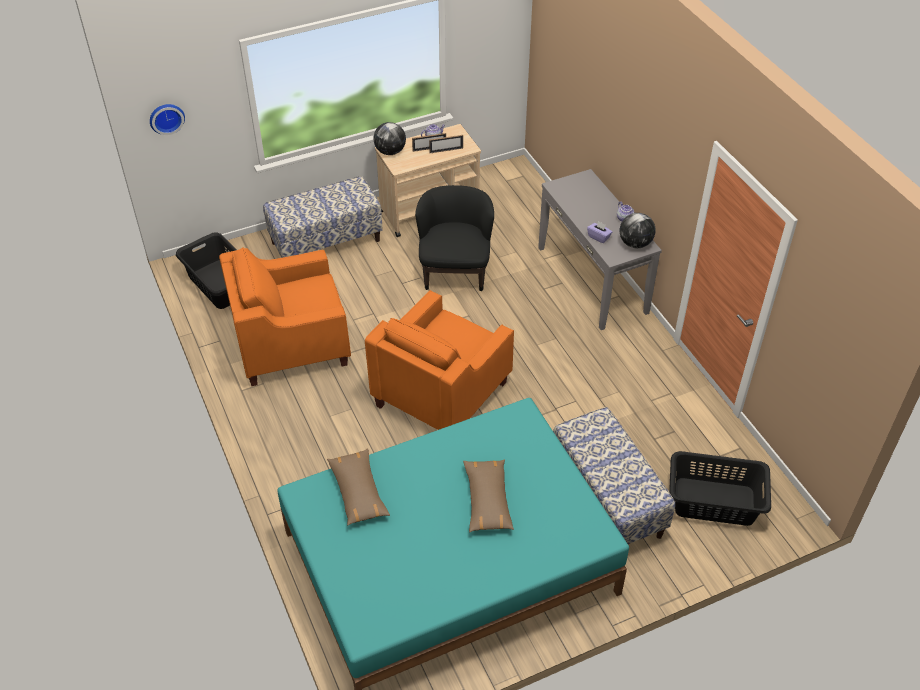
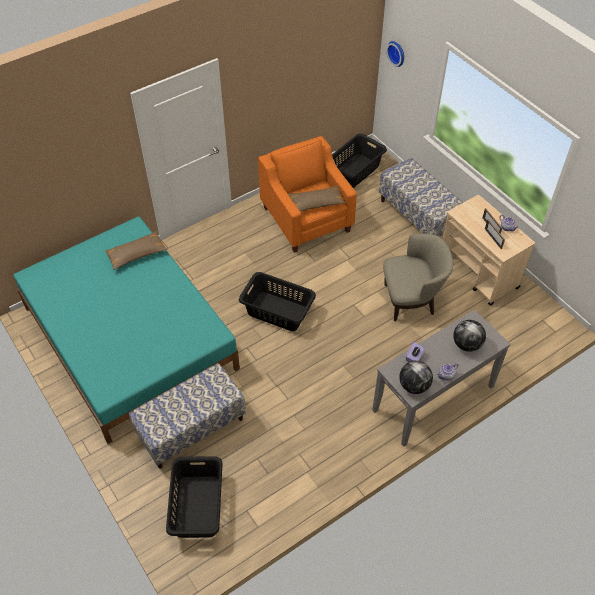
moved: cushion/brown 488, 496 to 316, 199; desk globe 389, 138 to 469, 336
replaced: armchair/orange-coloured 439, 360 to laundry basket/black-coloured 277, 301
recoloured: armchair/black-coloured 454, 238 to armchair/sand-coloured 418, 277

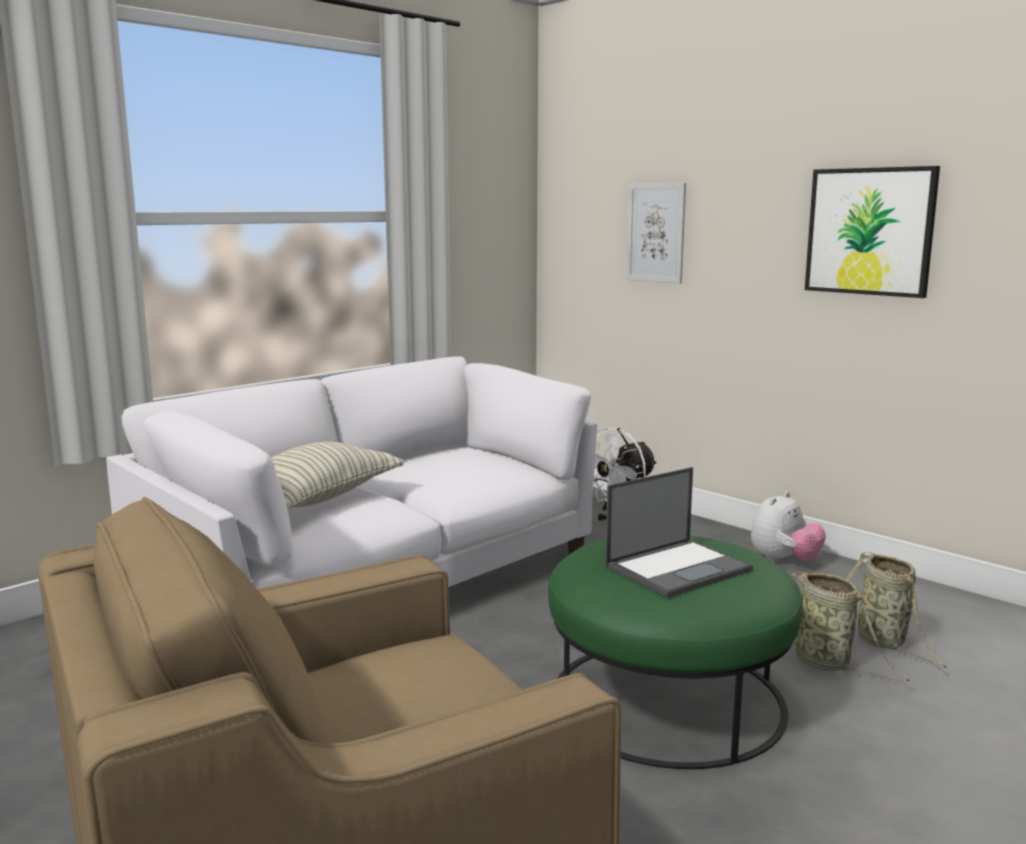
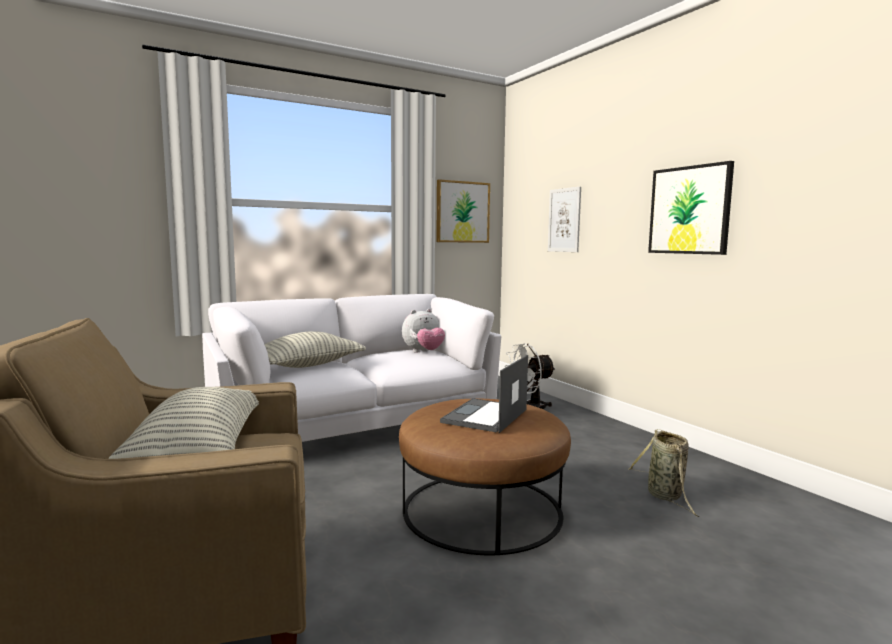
removed: basket 850, 626
added: cushion 183, 423; wall picture 463, 211
moved: soft toy 788, 527 to 423, 331
recoloured: footrest/green-coloured 675, 652 to footrest/brown 485, 477
turned: notebook computer 679, 532 = 484, 394 135 degrees clockwise

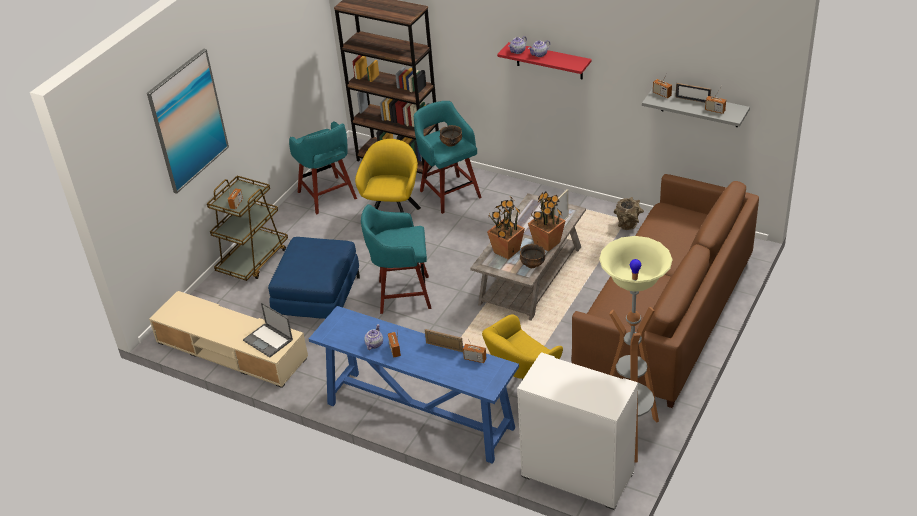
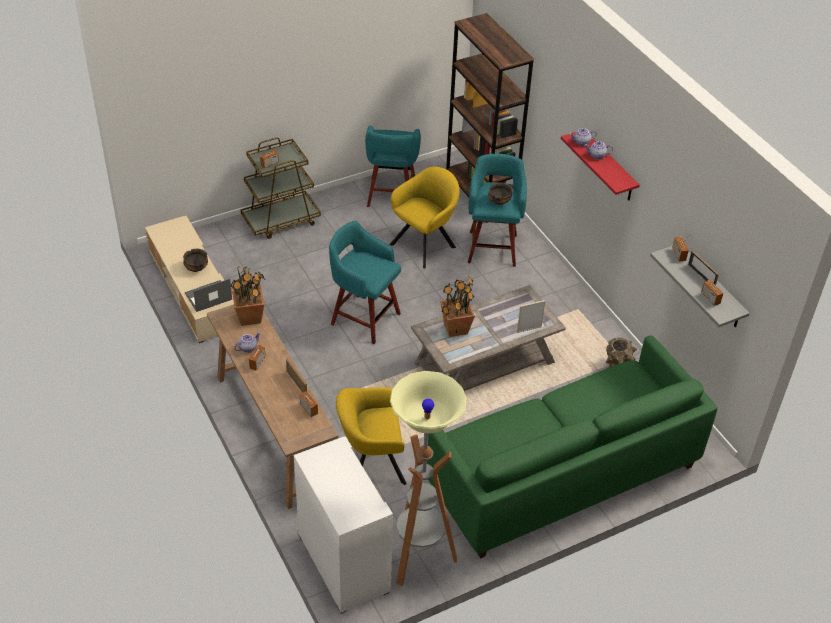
removed: wall picture 188, 121; footrest/blue 314, 278
moved: deep dish 532, 256 to 195, 260; houseplant 547, 221 to 247, 295
recoloured: narrow table/blue 414, 385 to narrow table/brown 272, 406; settee/brown 665, 291 to settee/green-coloured 572, 447
turned: notebook computer 268, 329 = 208, 295 75 degrees clockwise

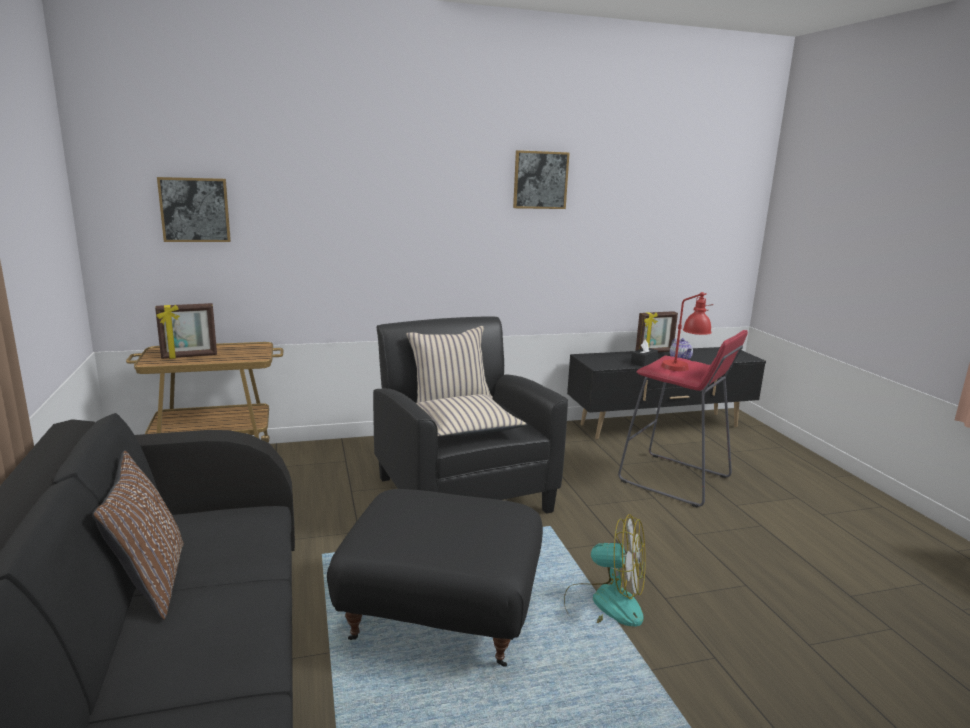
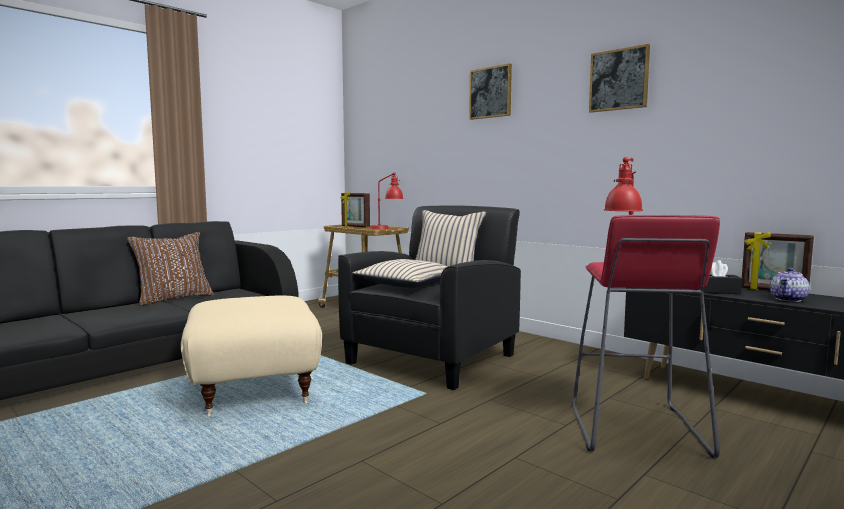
removed: cooling fan 605, 570
added: tabletop lamp/reddish 387, 200
moved: wall picture 194, 209 to 490, 91
recoloured: footrest/black-coloured 435, 578 to footrest/sand-coloured 251, 356

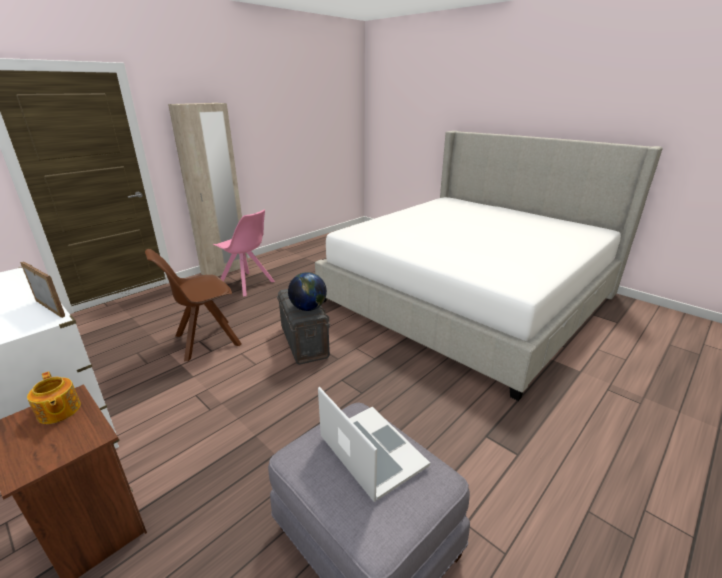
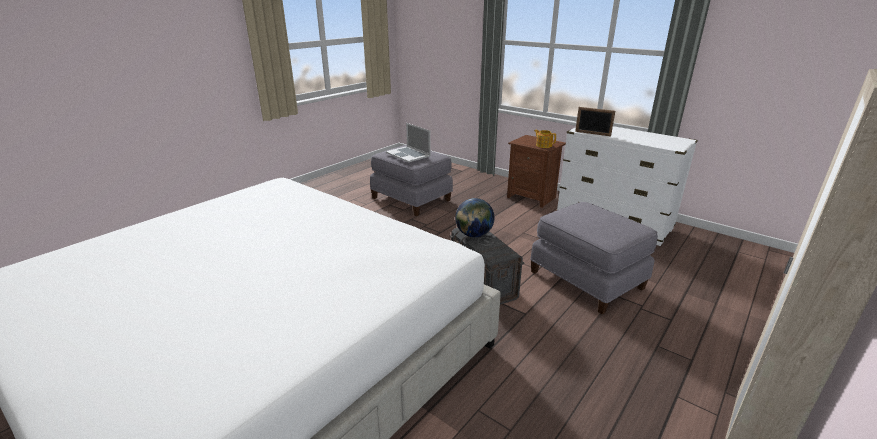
removed: upright chair/pink-coloured 244, 253
replaced: upright chair/brown 193, 305 to footrest/grey 594, 258

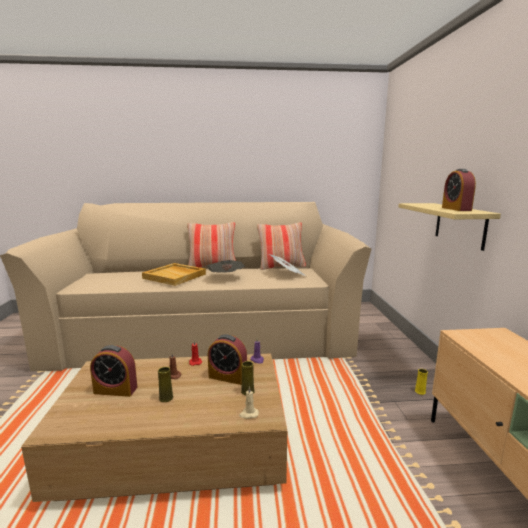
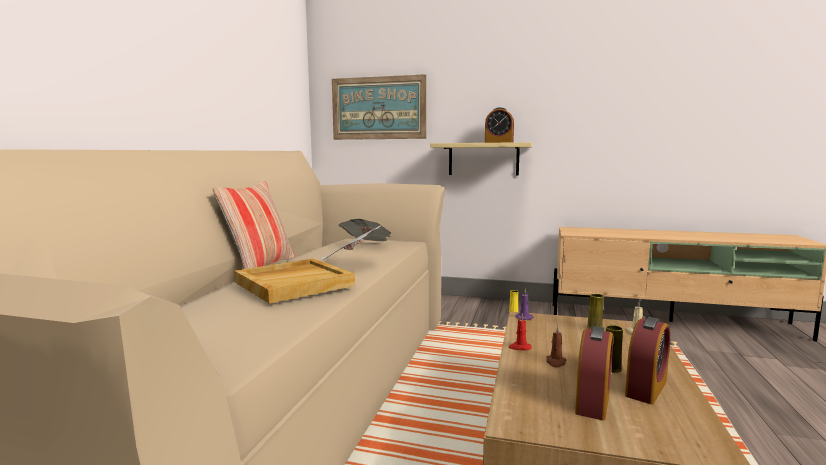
removed: cushion 281, 246
added: wall picture 379, 107
moved: alarm clock 227, 359 to 647, 361

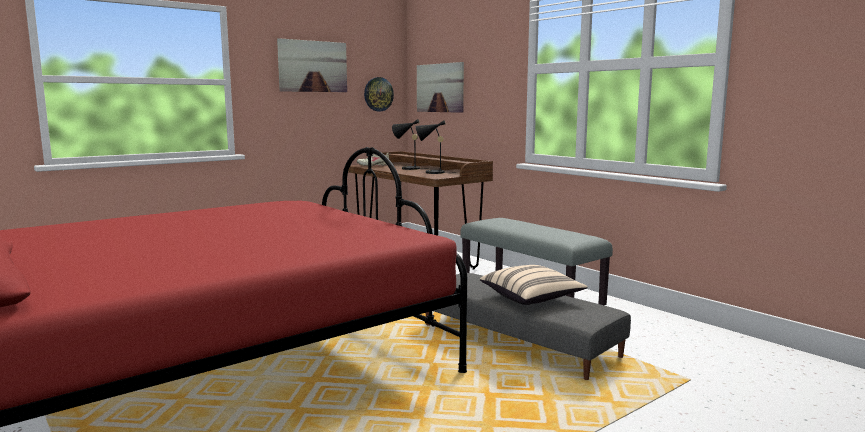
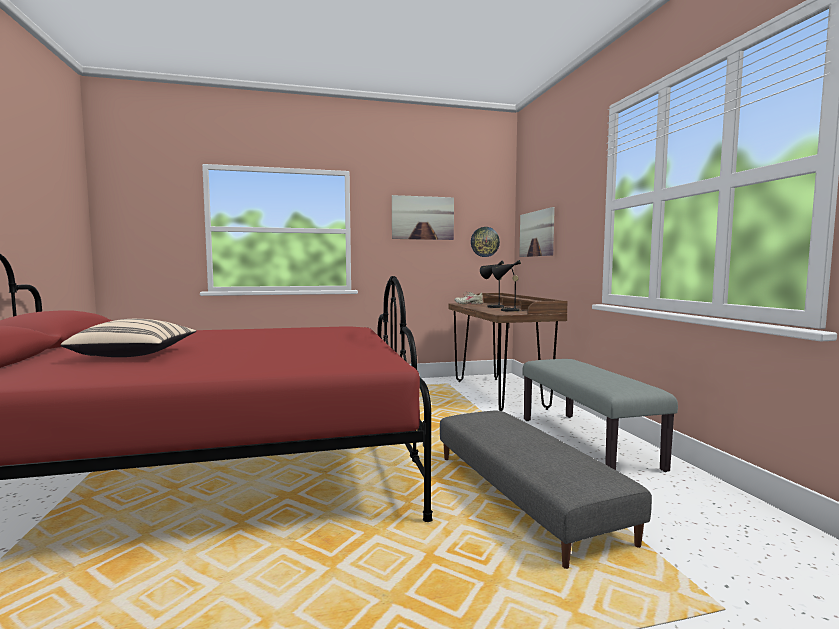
moved: cushion/sand-coloured 534, 285 to 128, 338

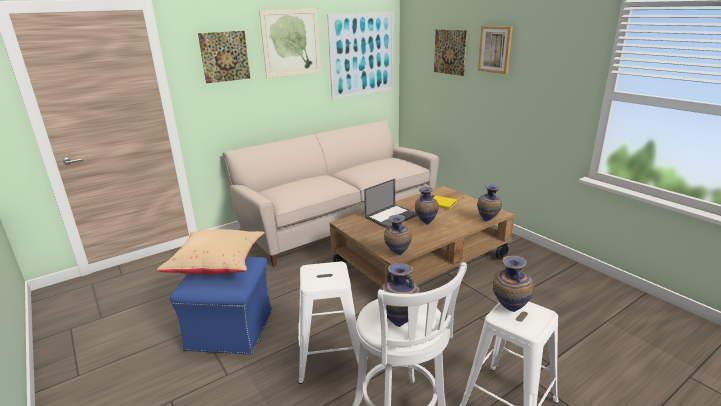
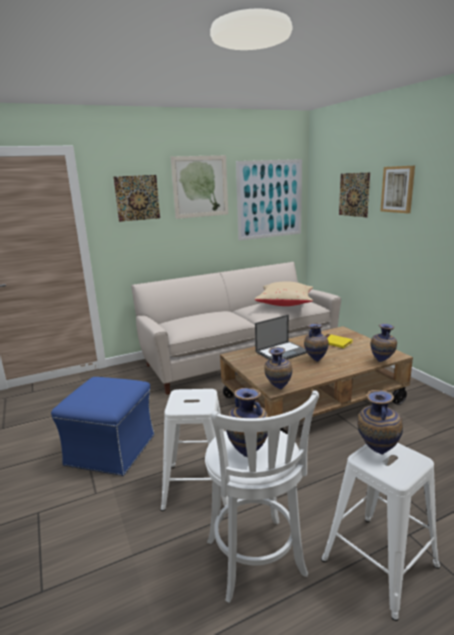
moved: cushion/sand-coloured 211, 252 to 283, 293

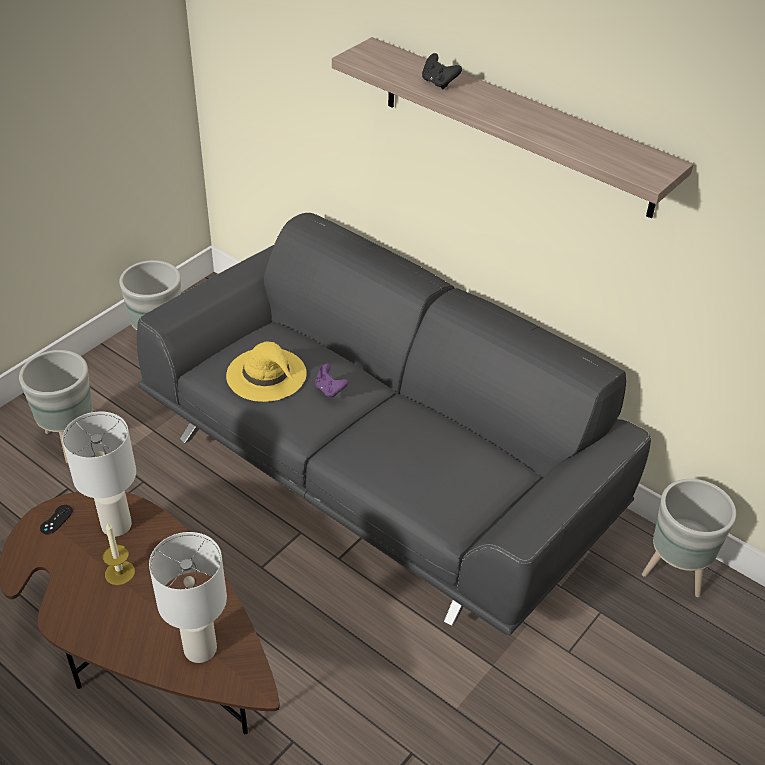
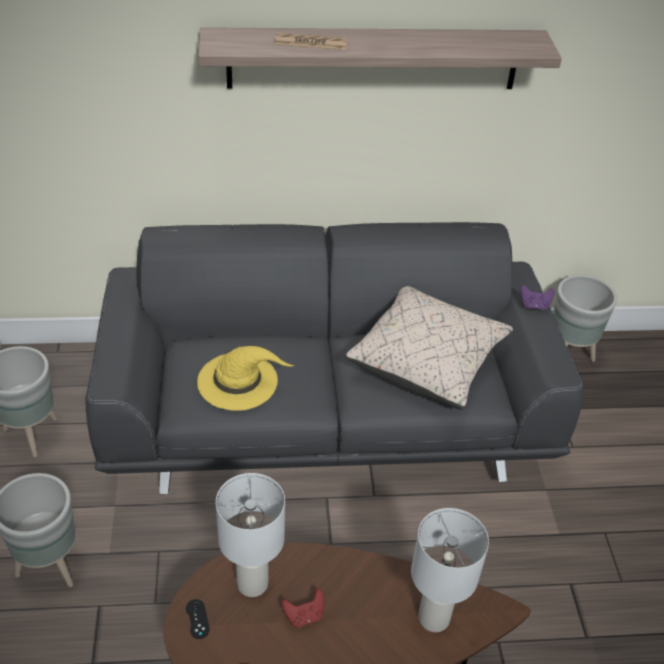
added: cushion/sand-coloured 429, 348
moved: joypad/purple-coloured 332, 380 to 537, 297
replaced: joypad/black-coloured 442, 71 to daily paper 311, 41; candle 119, 554 to joypad/reddish 303, 608

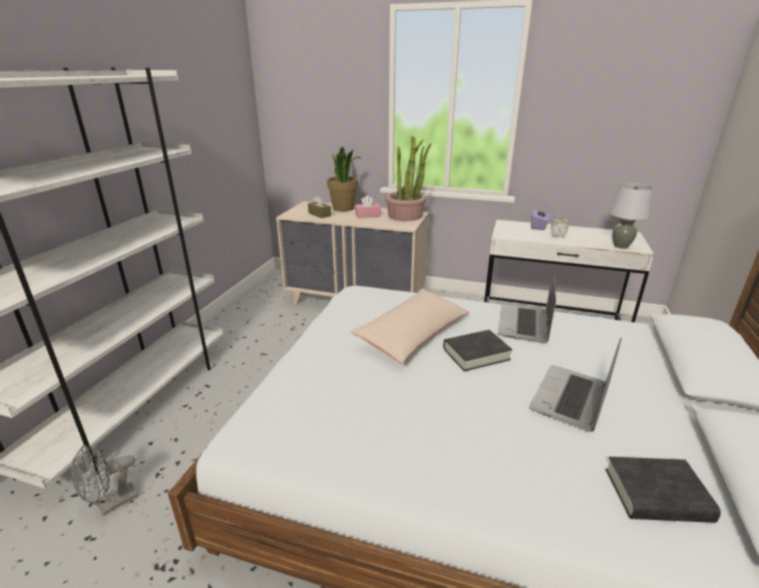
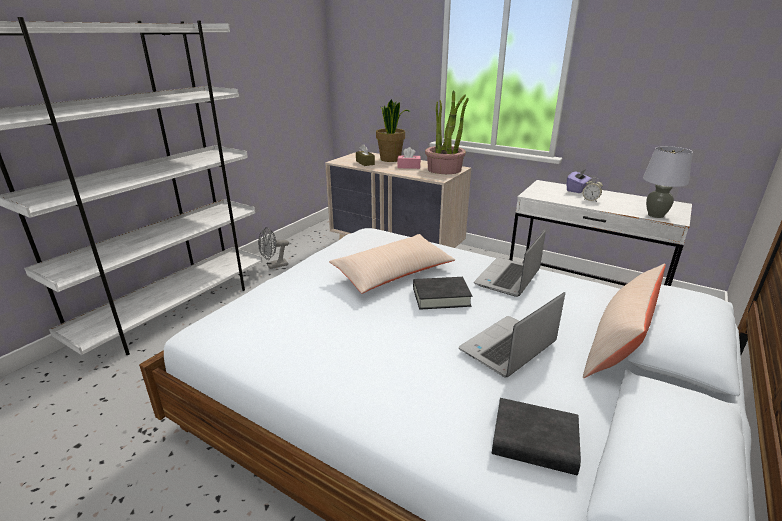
added: cushion/sand-coloured 624, 320
moved: cooling fan/grey 104, 480 to 273, 248

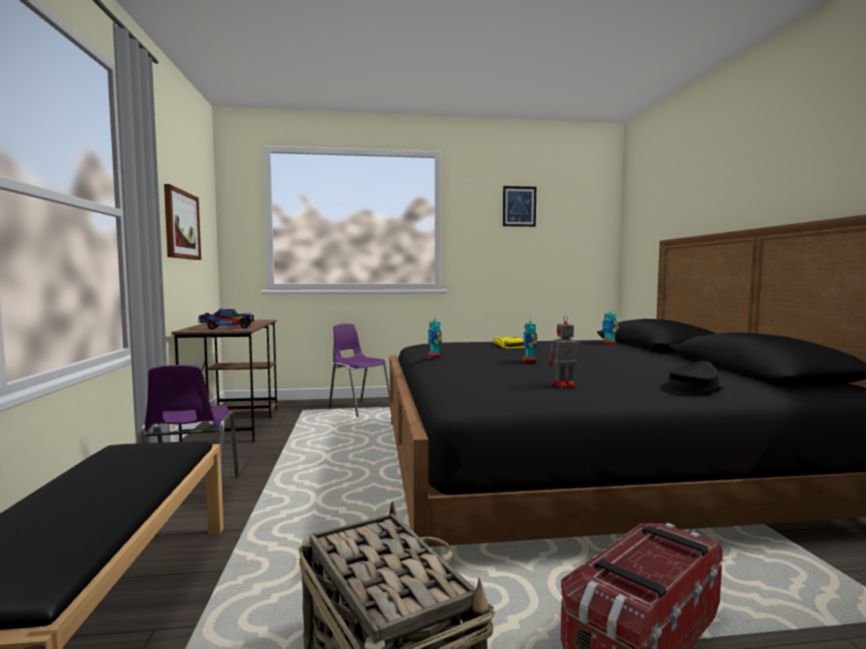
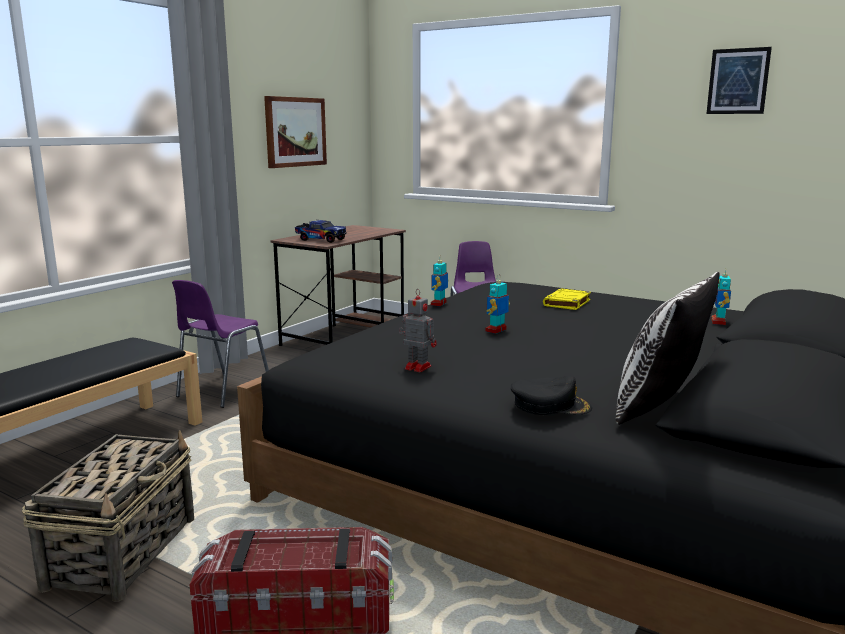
added: cushion 668, 348

